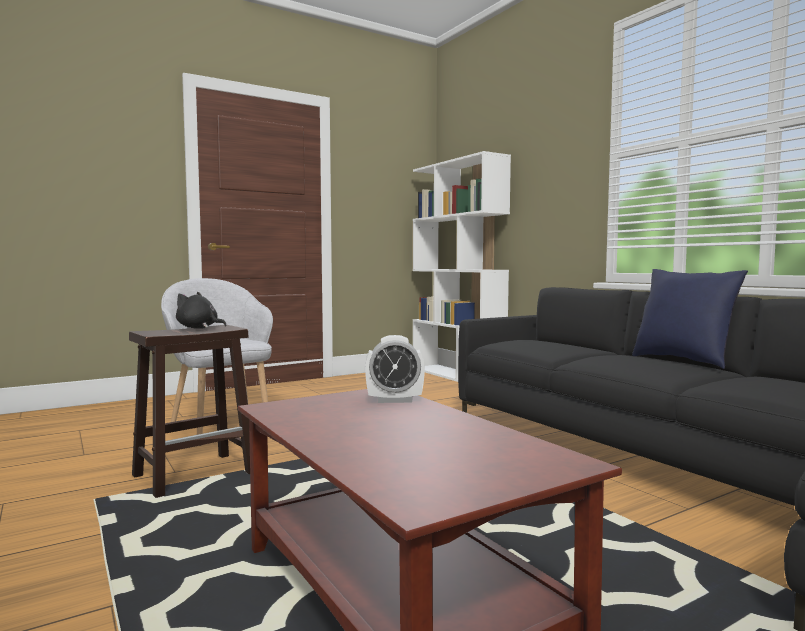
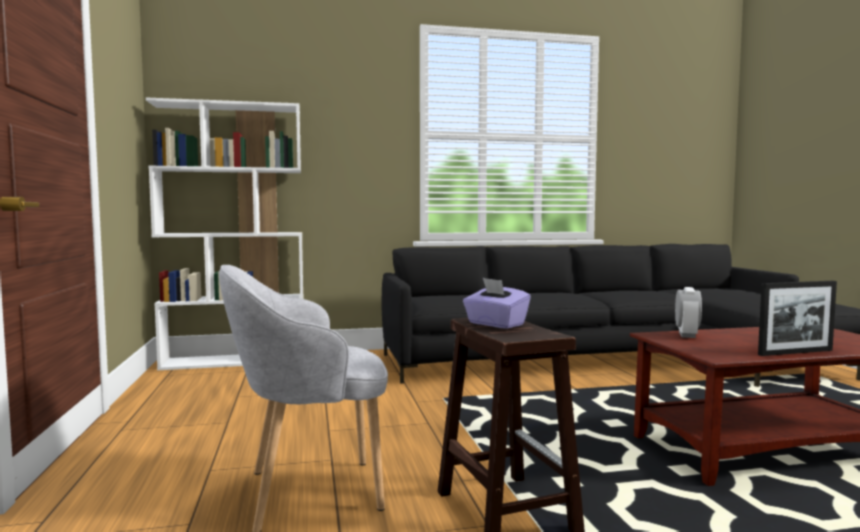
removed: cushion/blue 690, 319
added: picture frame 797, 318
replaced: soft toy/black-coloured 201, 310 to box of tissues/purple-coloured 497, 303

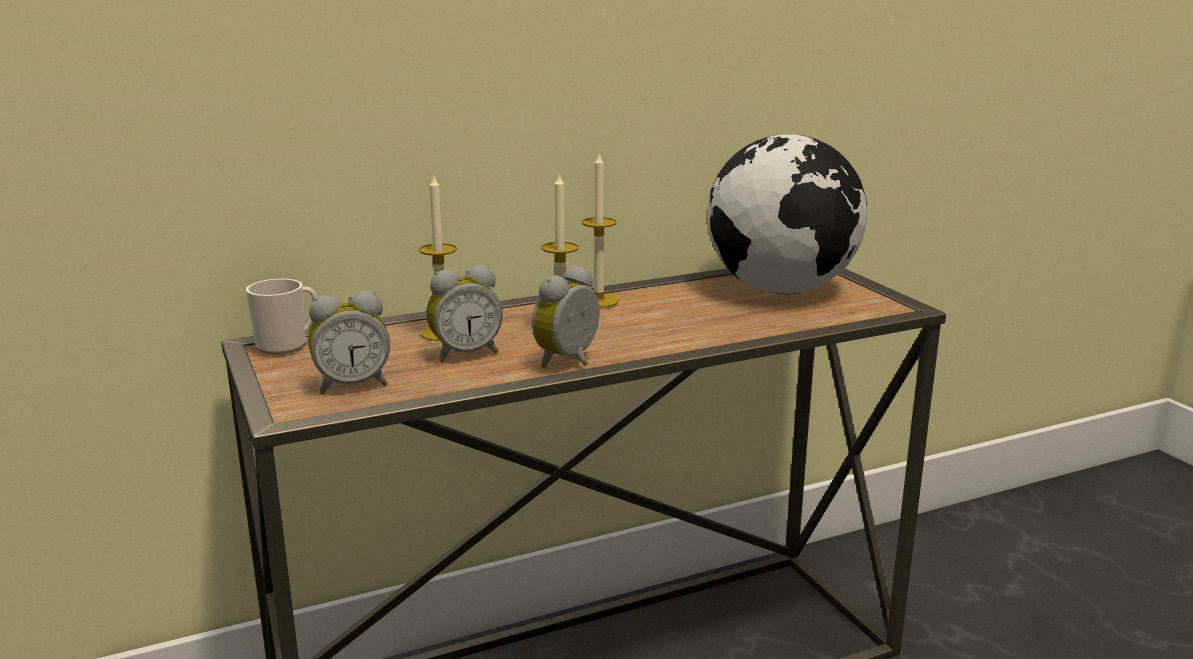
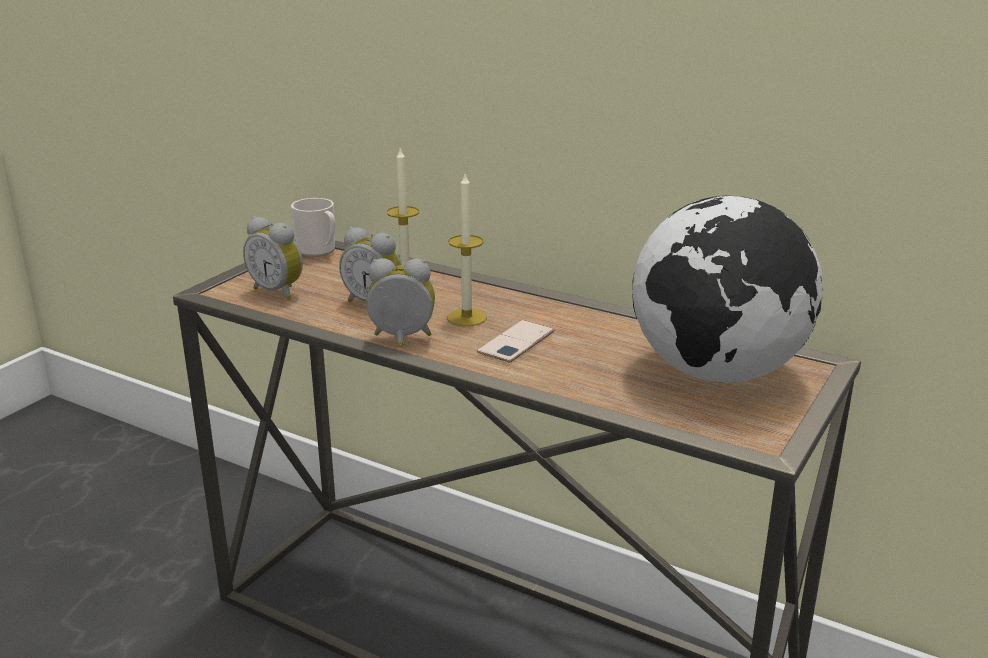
removed: candle 600, 230
added: handset 515, 341

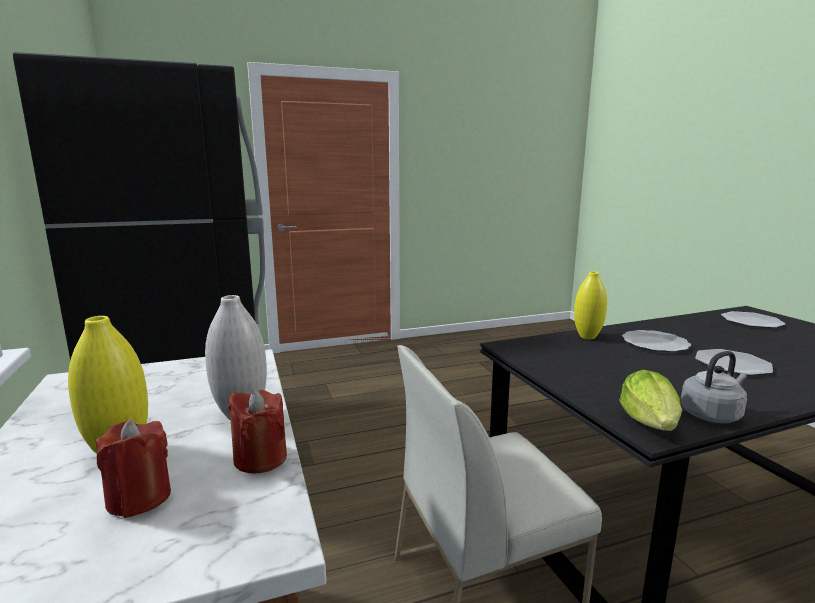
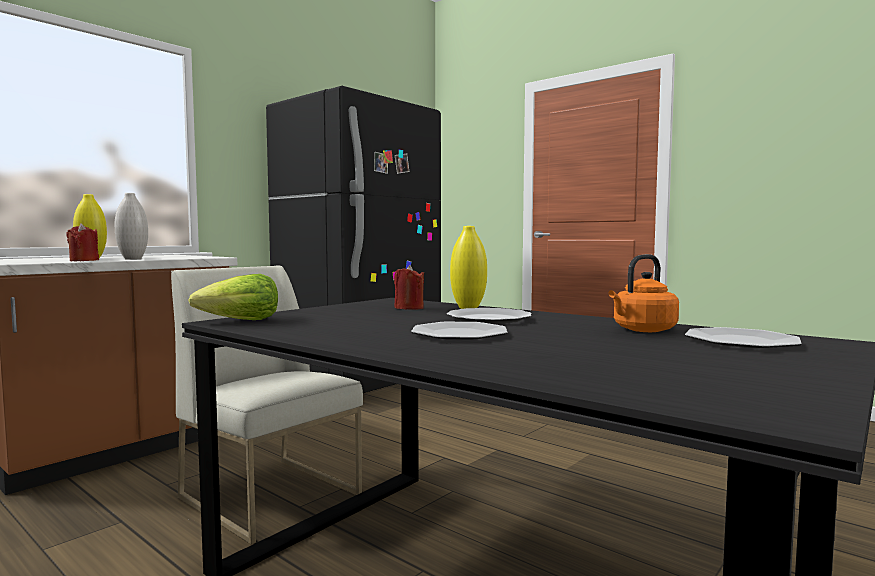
removed: water kettle/grey 713, 387
added: water kettle/orange-coloured 643, 293
moved: candle/reddish 133, 468 to 409, 287

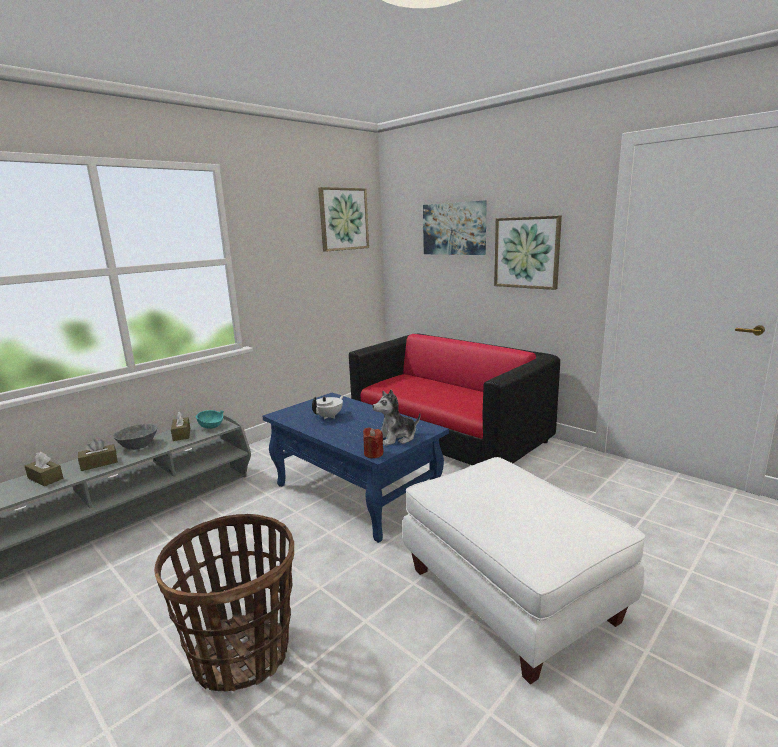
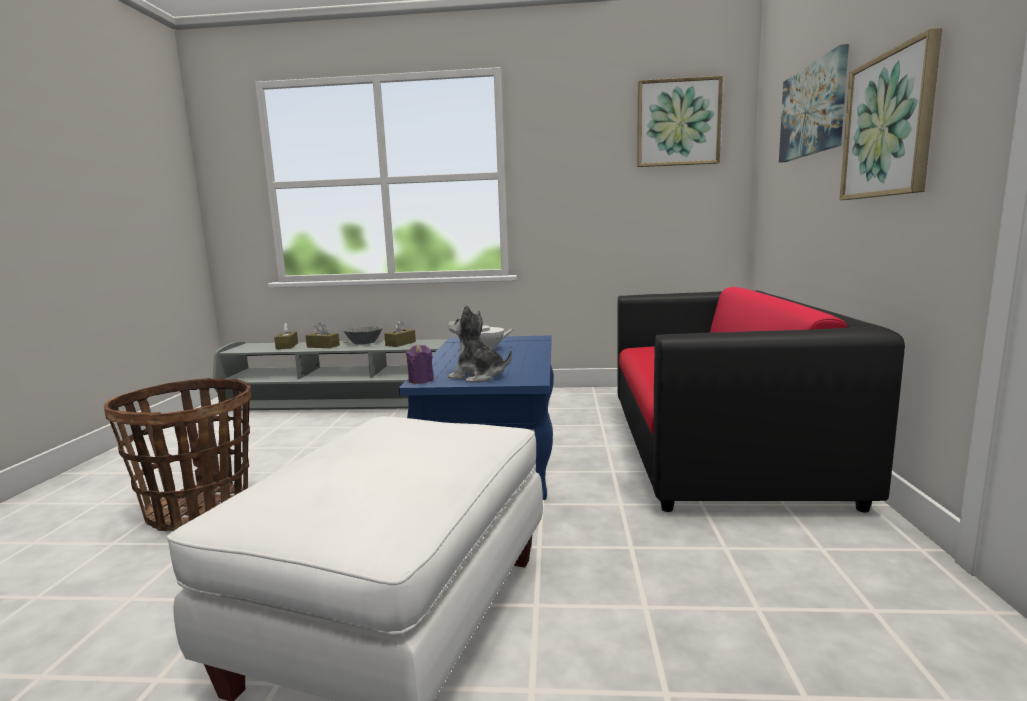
removed: deep dish/turquoise 209, 419
recoloured: candle/reddish 373, 442 to candle/purple-coloured 420, 364

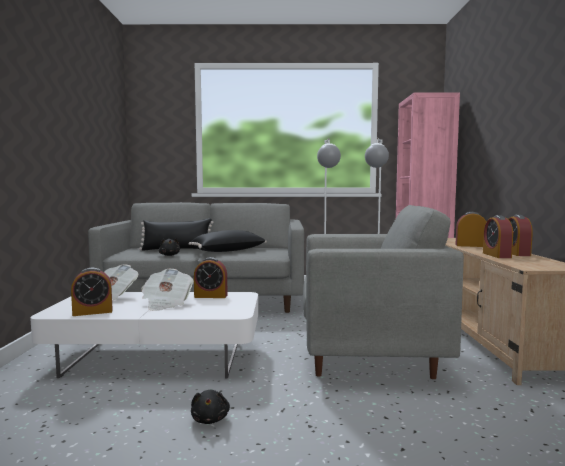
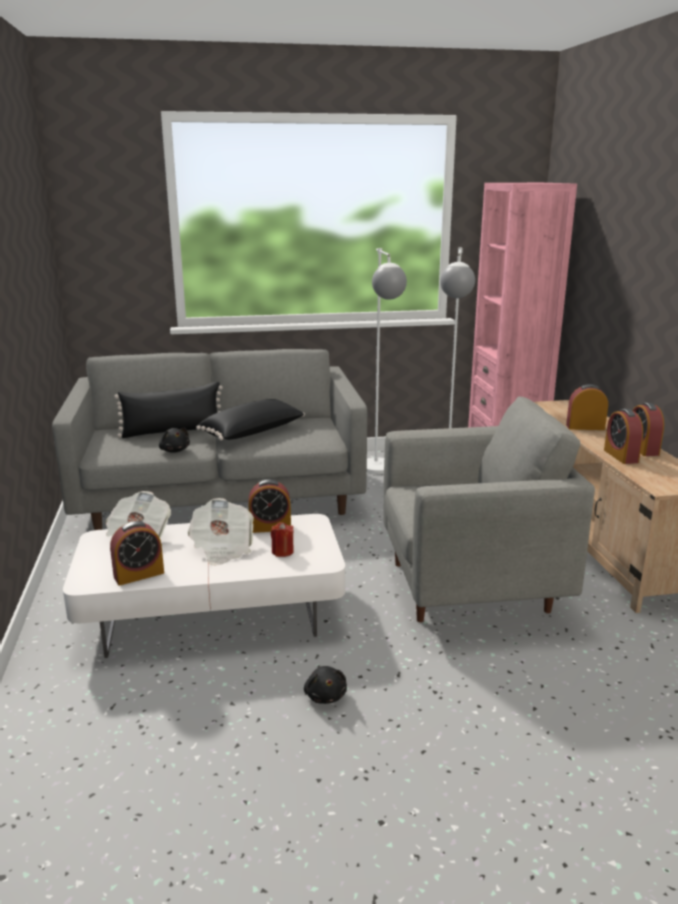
added: candle/reddish 282, 539

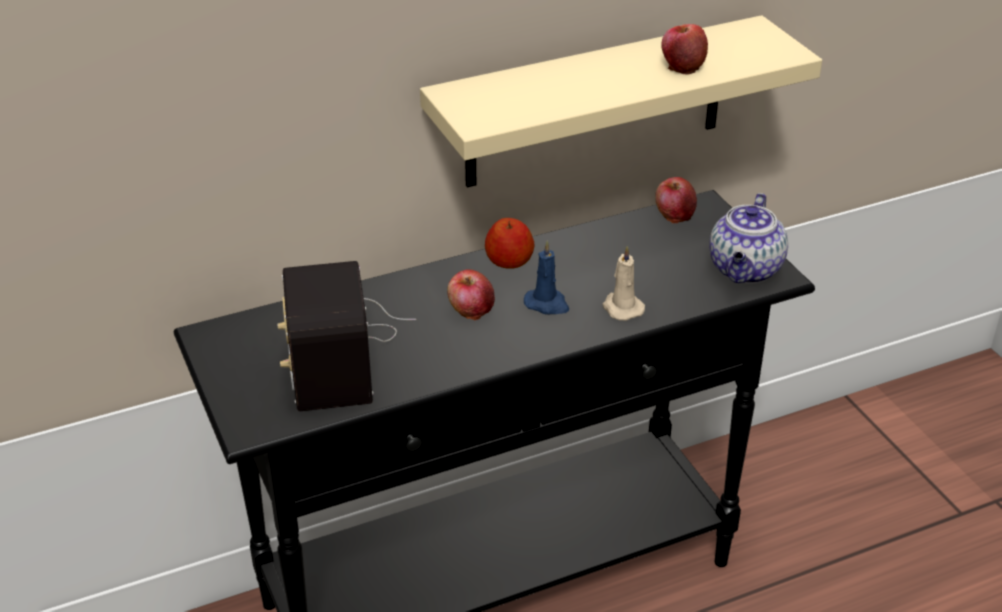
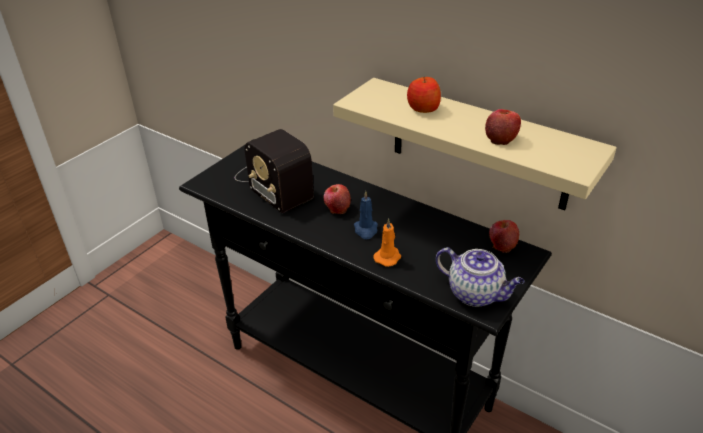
moved: apple 510, 243 to 424, 94
recoloured: candle/sand-coloured 623, 283 to candle/orange-coloured 387, 242
turned: radio 346, 336 = 274, 171 90 degrees counterclockwise; teapot 749, 238 = 480, 277 135 degrees counterclockwise

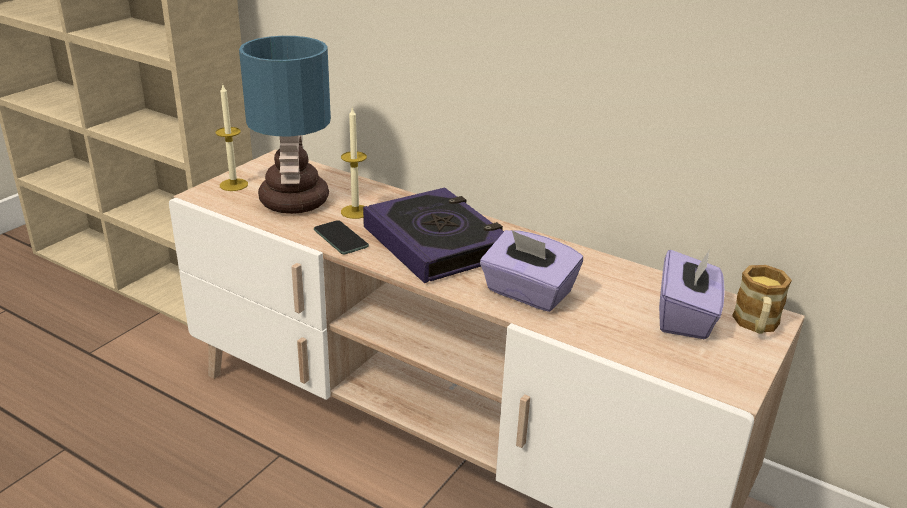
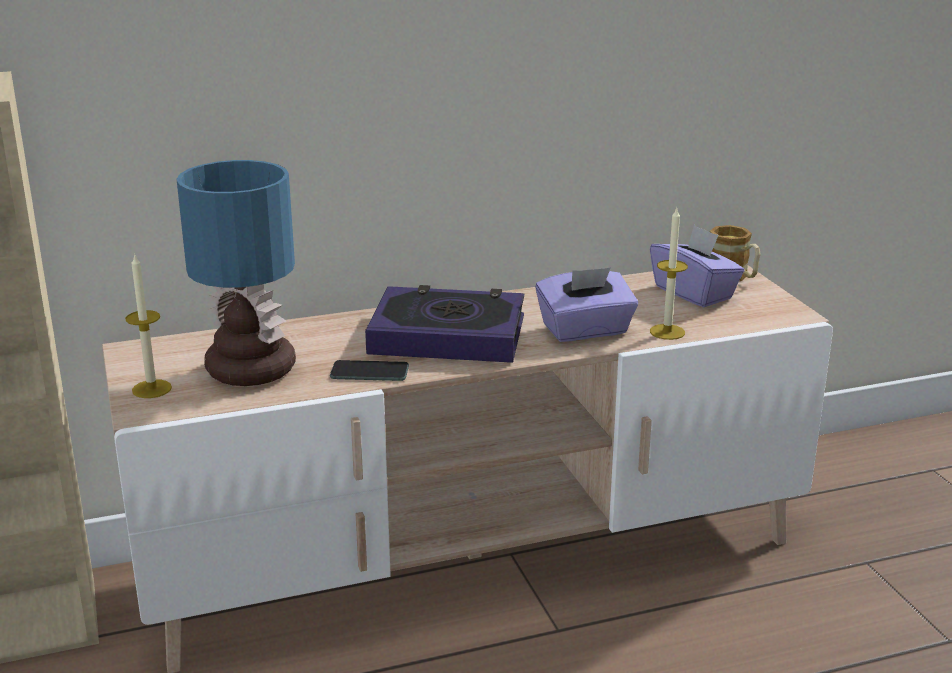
moved: candle 354, 163 to 669, 273

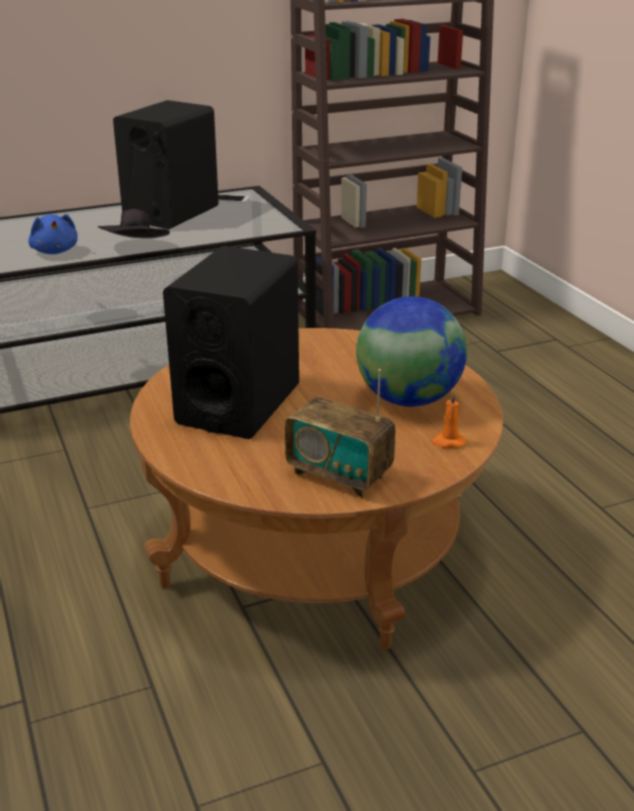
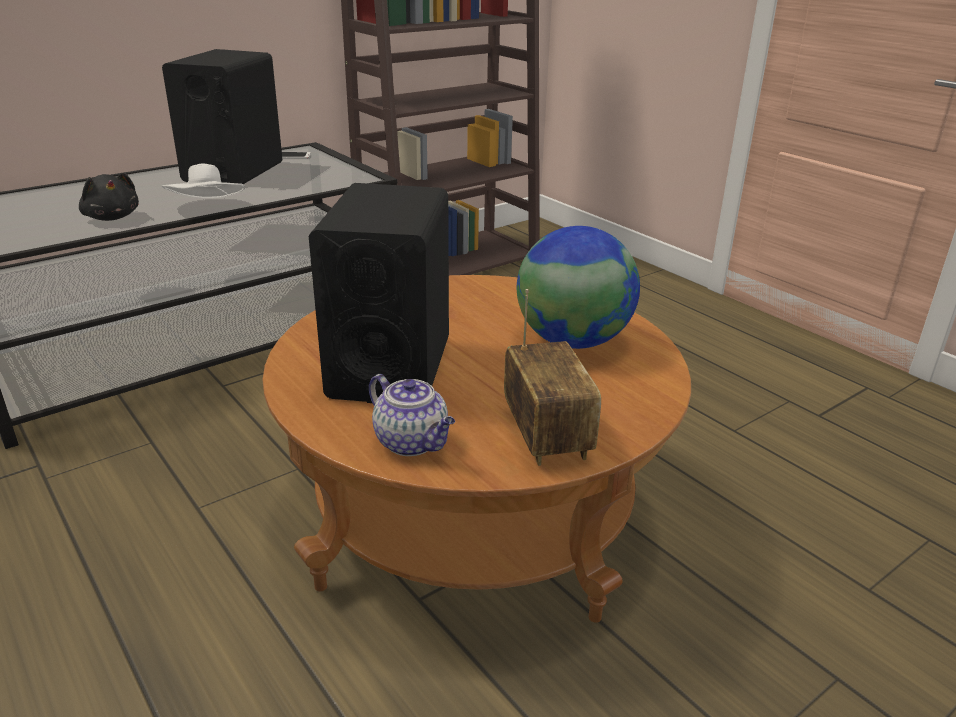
removed: candle/orange-coloured 448, 420
added: teapot 412, 415
recoloured: soft toy/blue 53, 234 to soft toy/black-coloured 109, 197; clothing hat/black-coloured 134, 224 to clothing hat/white 204, 181
turned: radio 340, 433 = 552, 377 120 degrees counterclockwise

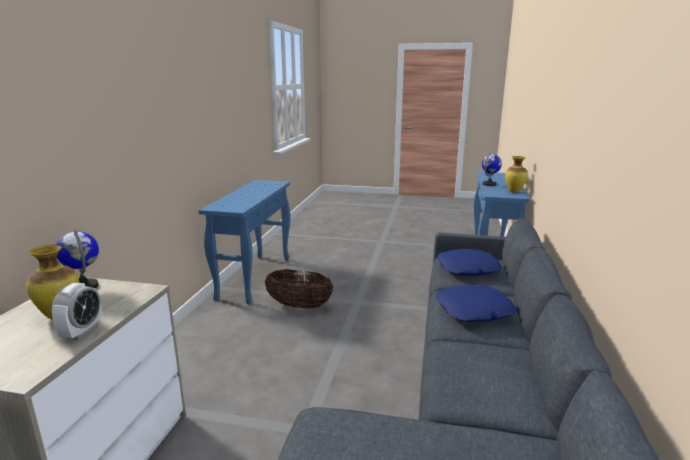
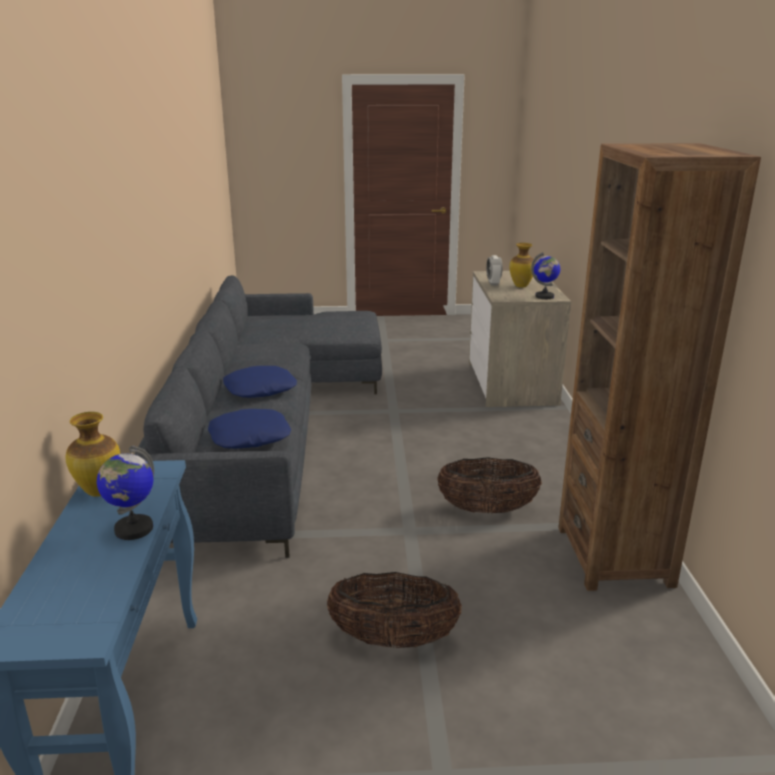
added: basket 394, 610
replaced: narrow table/blue 244, 242 to bookshelf/brown 659, 367

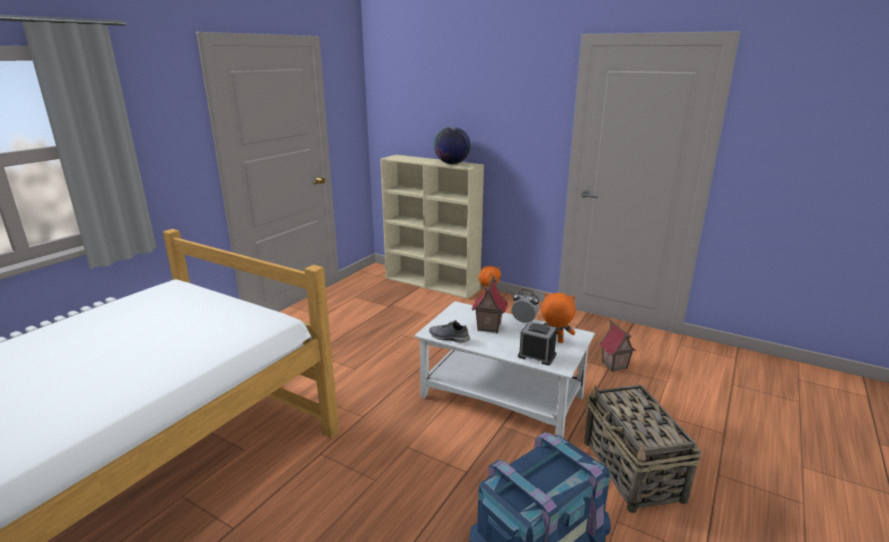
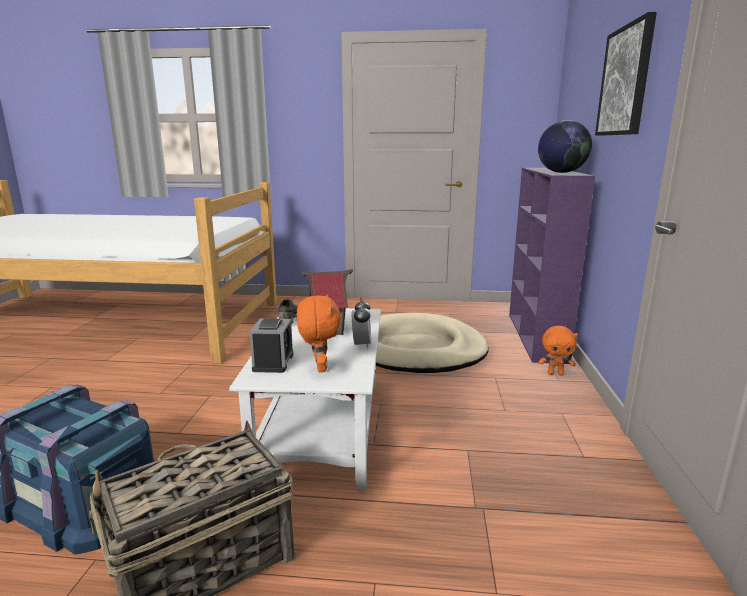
removed: model house 617, 346
added: dog bed/sand-coloured 432, 343; wall picture 626, 74
recoloured: bookshelf/sand-coloured 432, 227 to bookshelf/purple-coloured 552, 266

